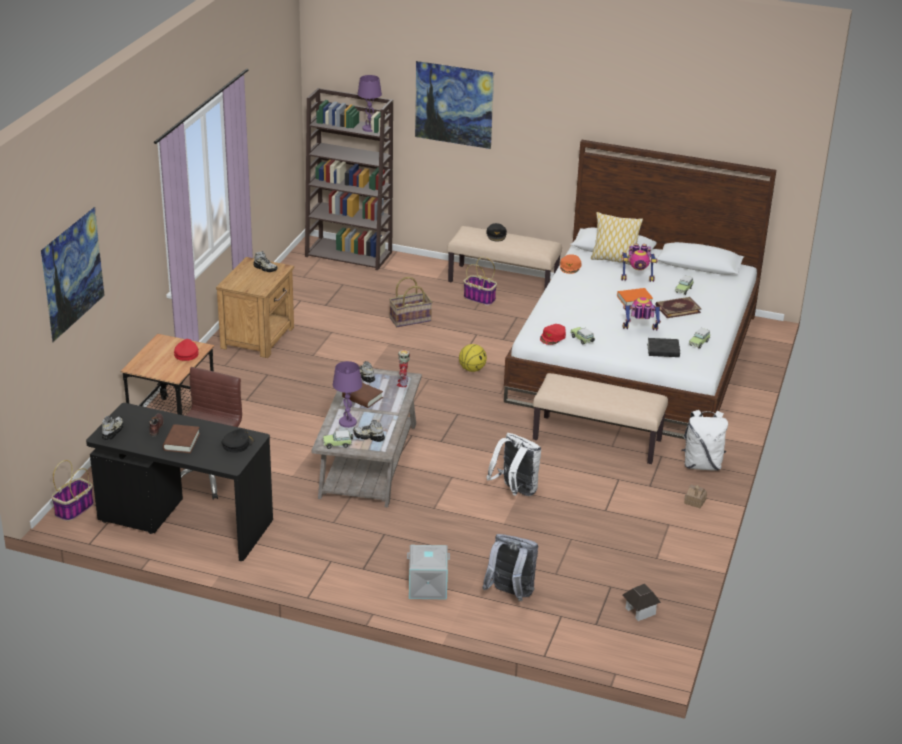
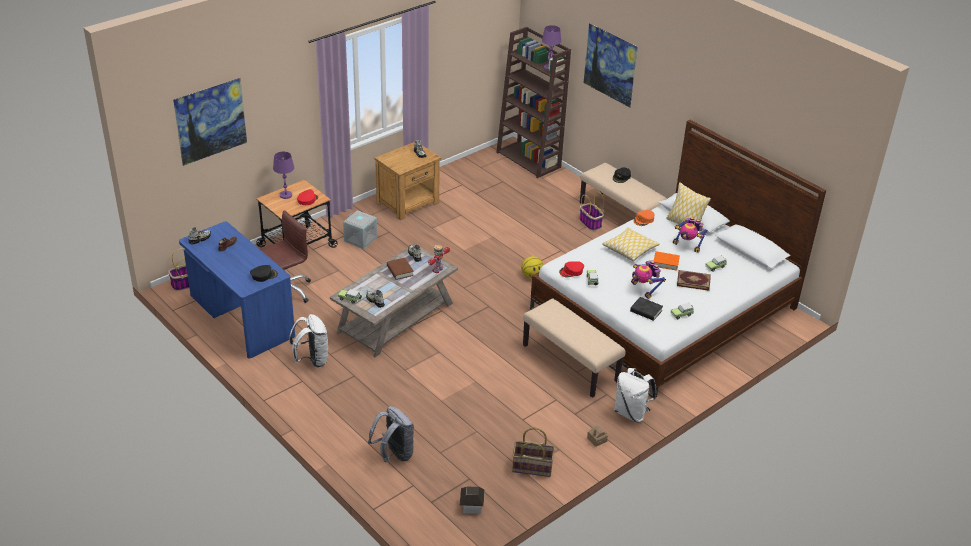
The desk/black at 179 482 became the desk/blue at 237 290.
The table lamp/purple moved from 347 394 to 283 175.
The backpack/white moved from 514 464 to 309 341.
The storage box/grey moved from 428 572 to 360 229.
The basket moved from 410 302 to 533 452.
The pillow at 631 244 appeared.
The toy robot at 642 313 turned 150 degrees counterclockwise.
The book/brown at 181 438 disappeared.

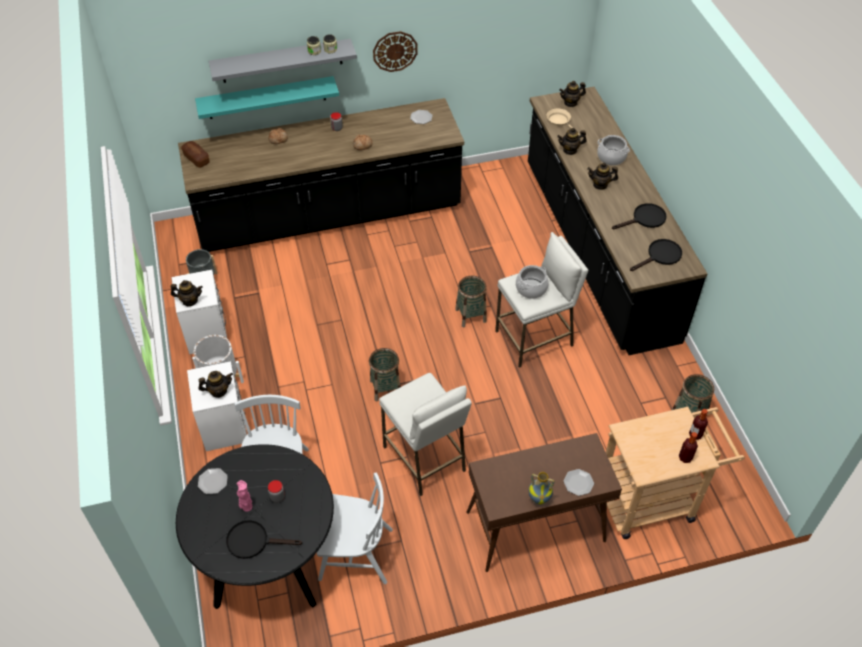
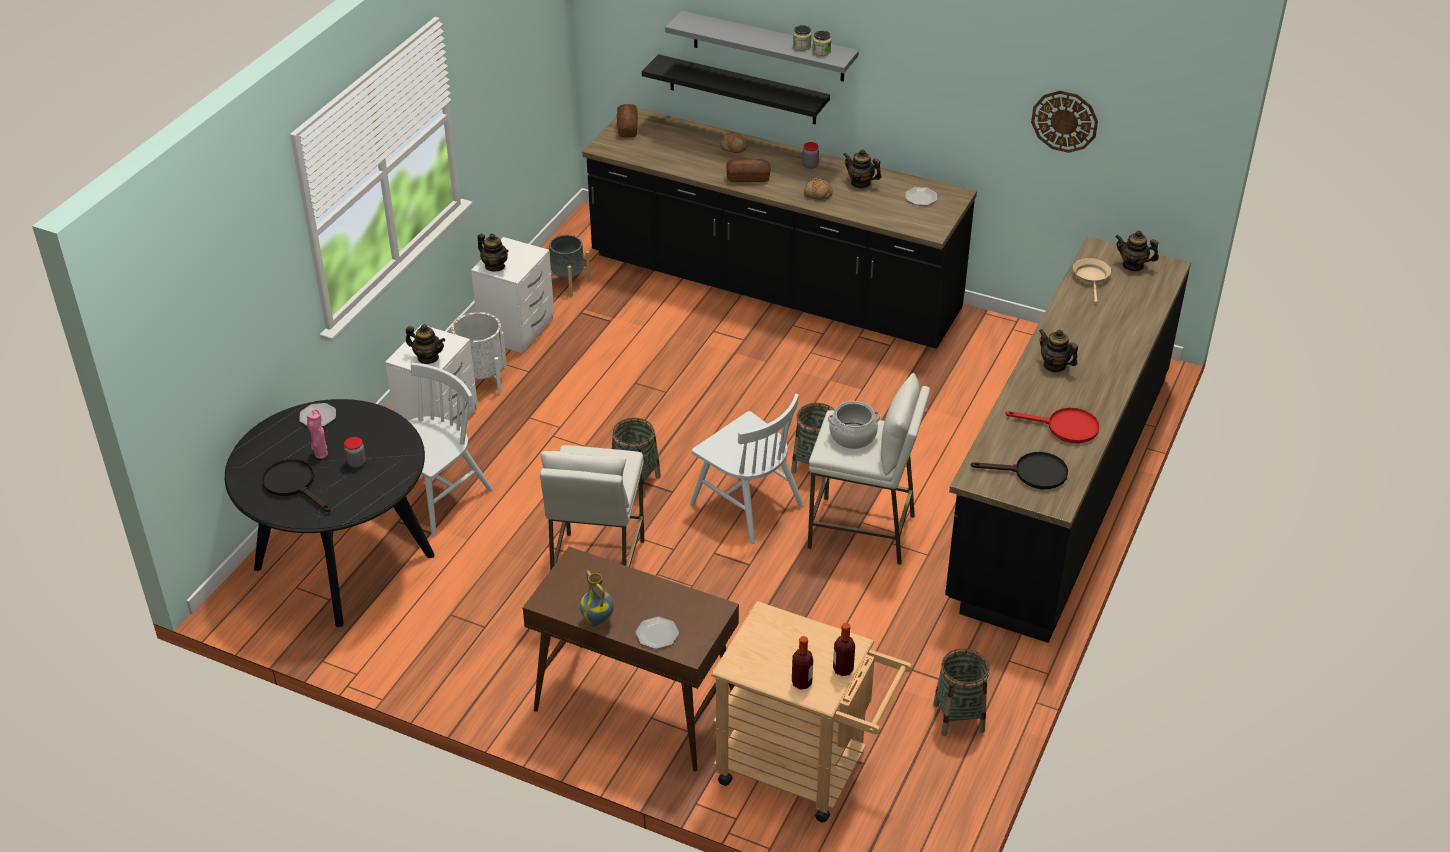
The shelf/turquoise at 267 97 became the shelf/black at 736 89.
The chair/white moved from 355 528 to 747 469.
The bread at 748 170 appeared.
The teapot moved from 572 141 to 862 168.
The frying pan/black at 639 216 became the frying pan/red at 1052 425.
The wall clock moved from 395 51 to 1064 122.
The cooking pot at 613 150 disappeared.

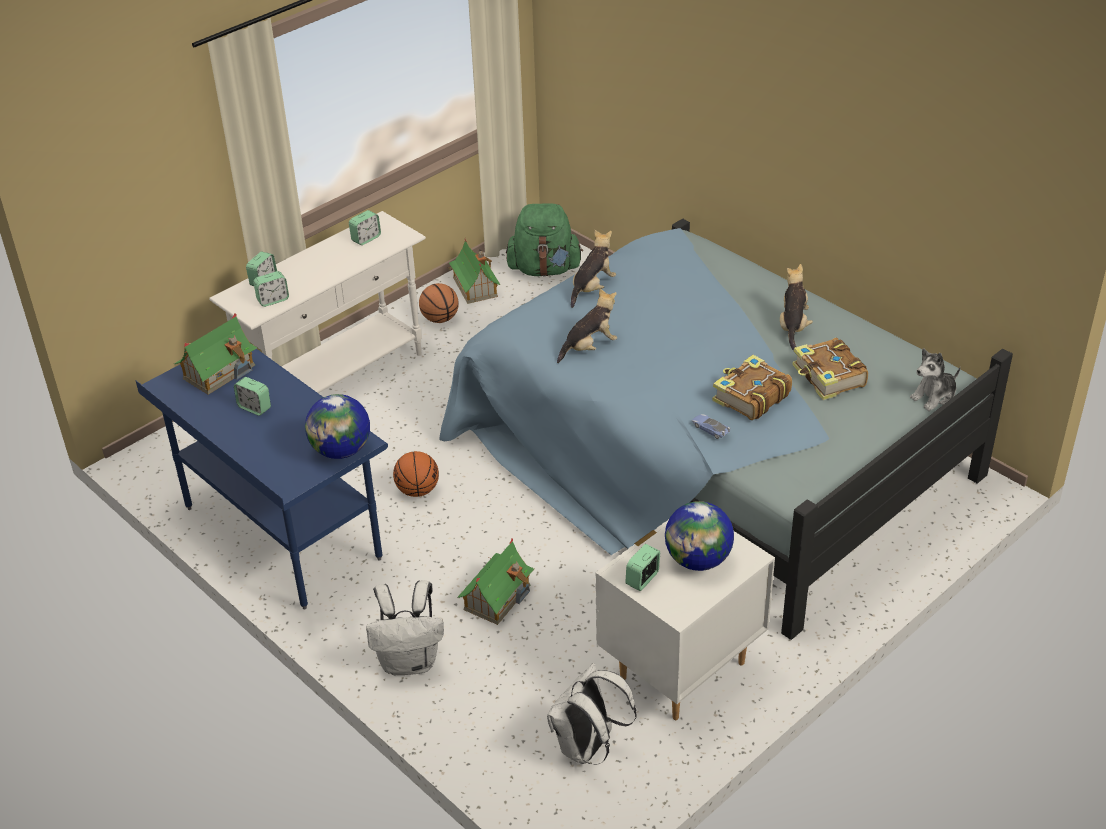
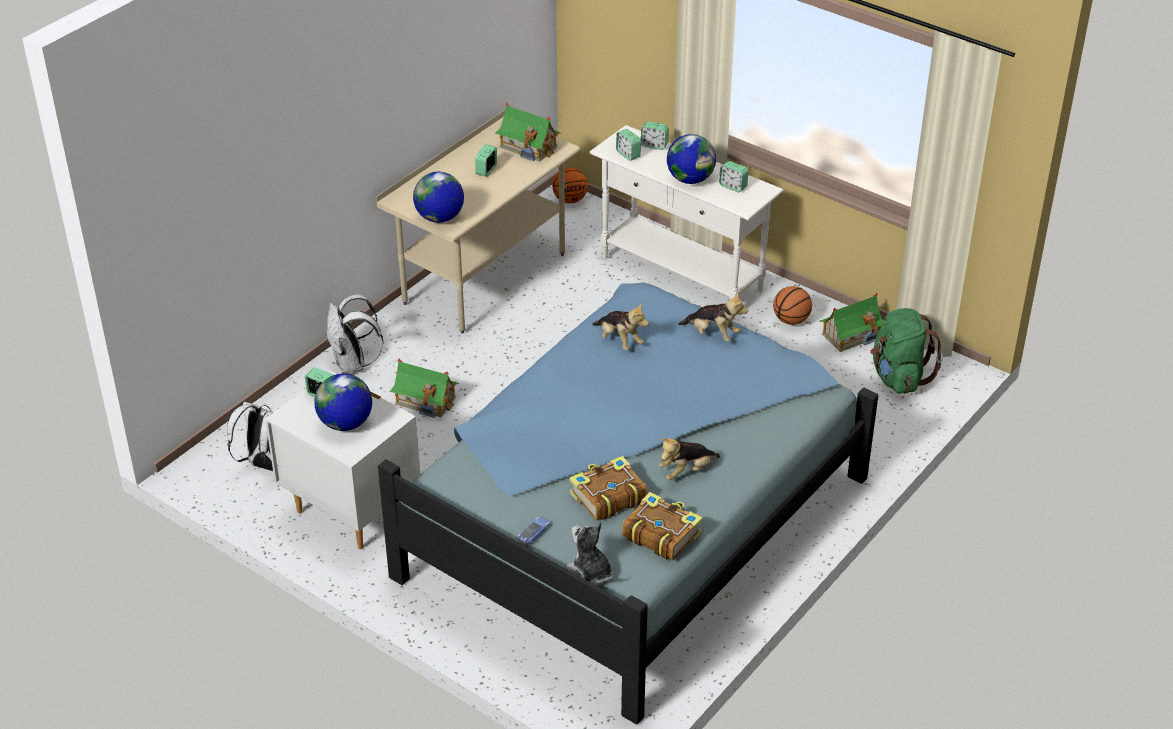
The desk/blue at 262 479 became the desk/beige at 478 221.
The toy car moved from 711 426 to 534 530.
The basketball moved from 416 474 to 570 185.
The book moved from 752 387 to 662 526.
The plush toy at 796 307 turned 150 degrees clockwise.
The globe at 691 159 appeared.

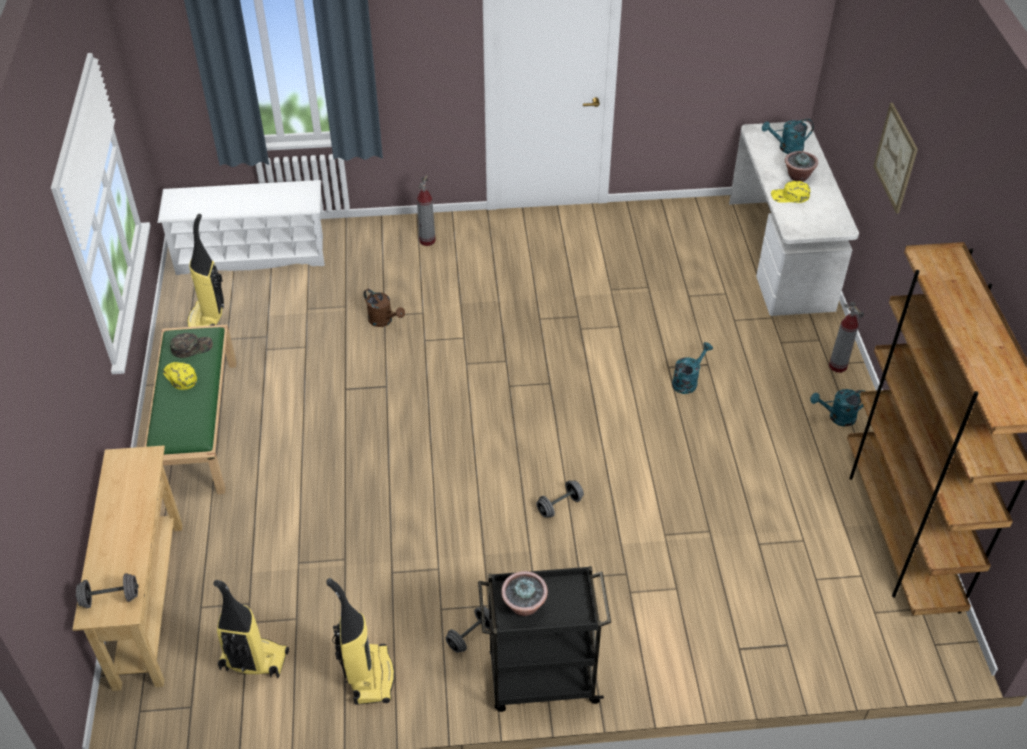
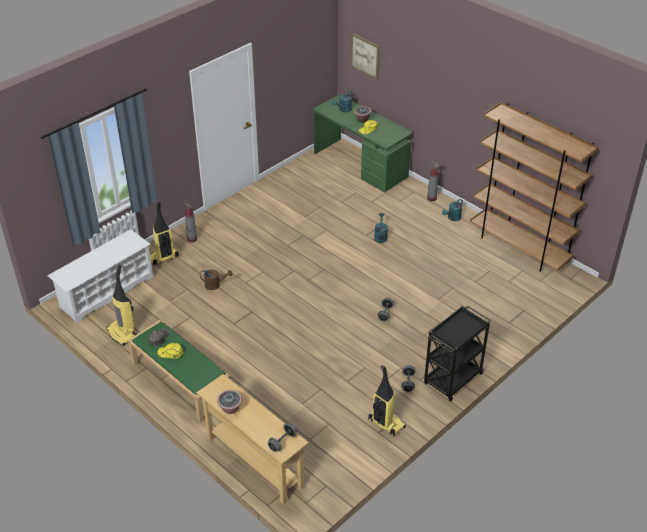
The vacuum cleaner moved from 251 629 to 164 233.
The potted plant moved from 524 593 to 229 402.
The desk/white at 794 218 became the desk/green at 363 143.
The picture moved from 895 158 to 365 56.

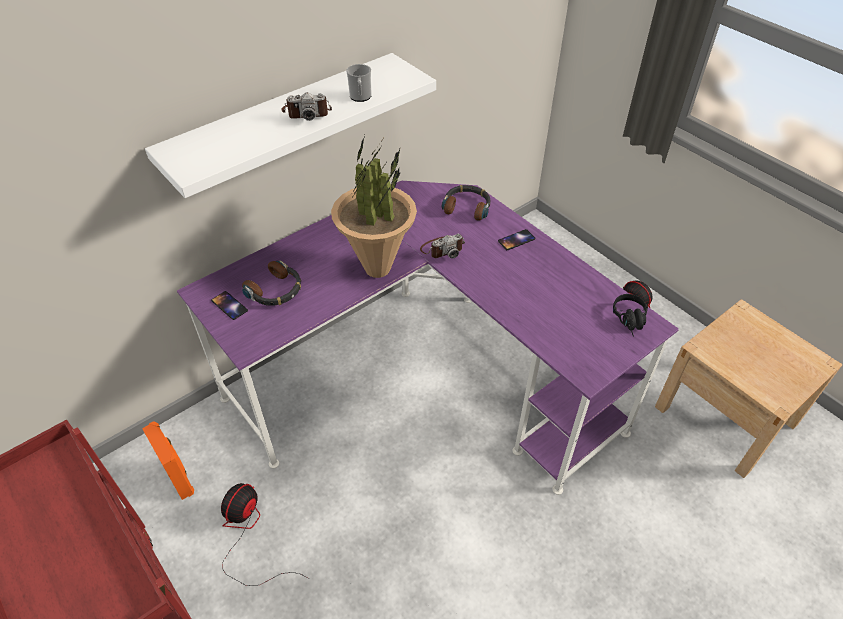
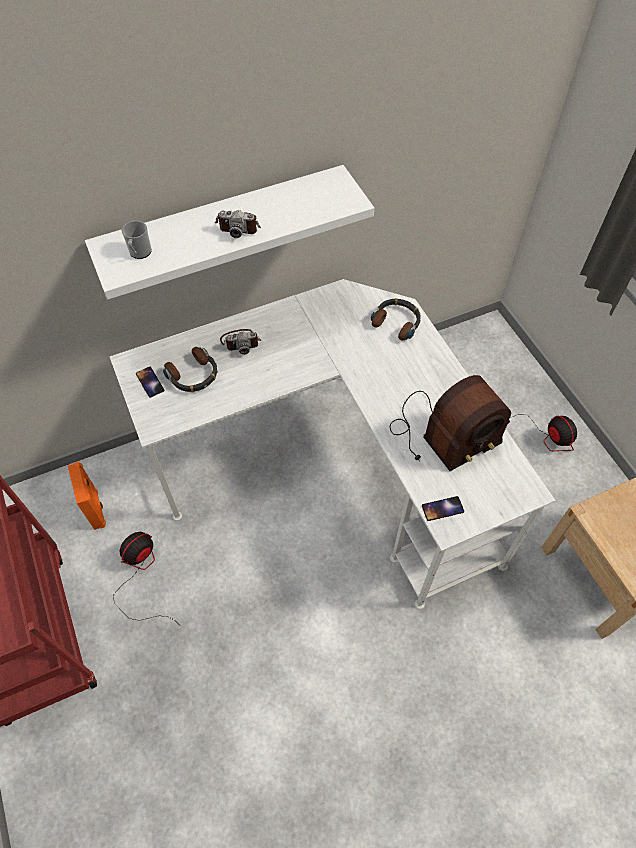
The desk/purple at 428 338 became the desk/white at 332 444.
The mug moved from 359 83 to 137 240.
The photo camera moved from 442 246 to 240 342.
The radio at 450 423 appeared.
The phone moved from 516 239 to 443 508.
The potted plant at 374 206 disappeared.
The headphones/black at 630 315 disappeared.

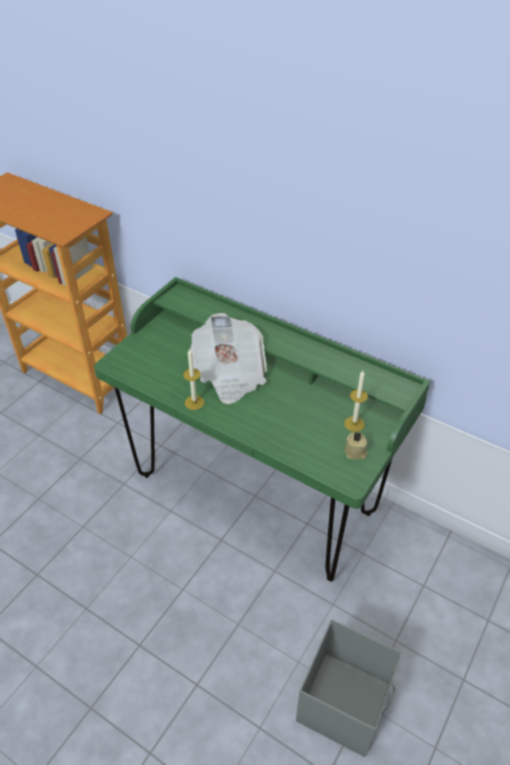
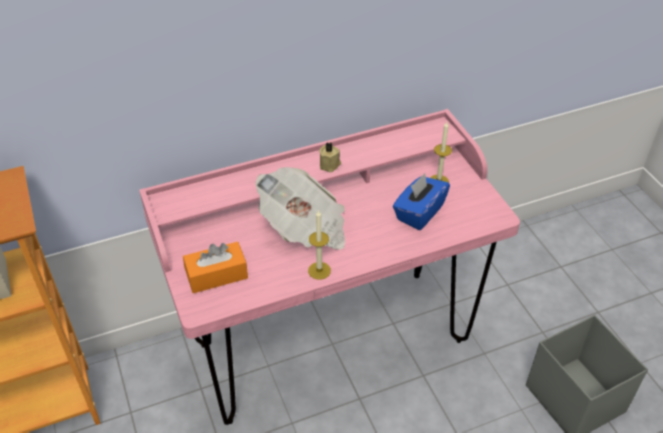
The desk/green at 262 429 became the desk/pink at 329 267.
The tissue box/orange at 215 267 appeared.
The candle/beige moved from 355 445 to 330 157.
The tissue box/blue at 421 201 appeared.

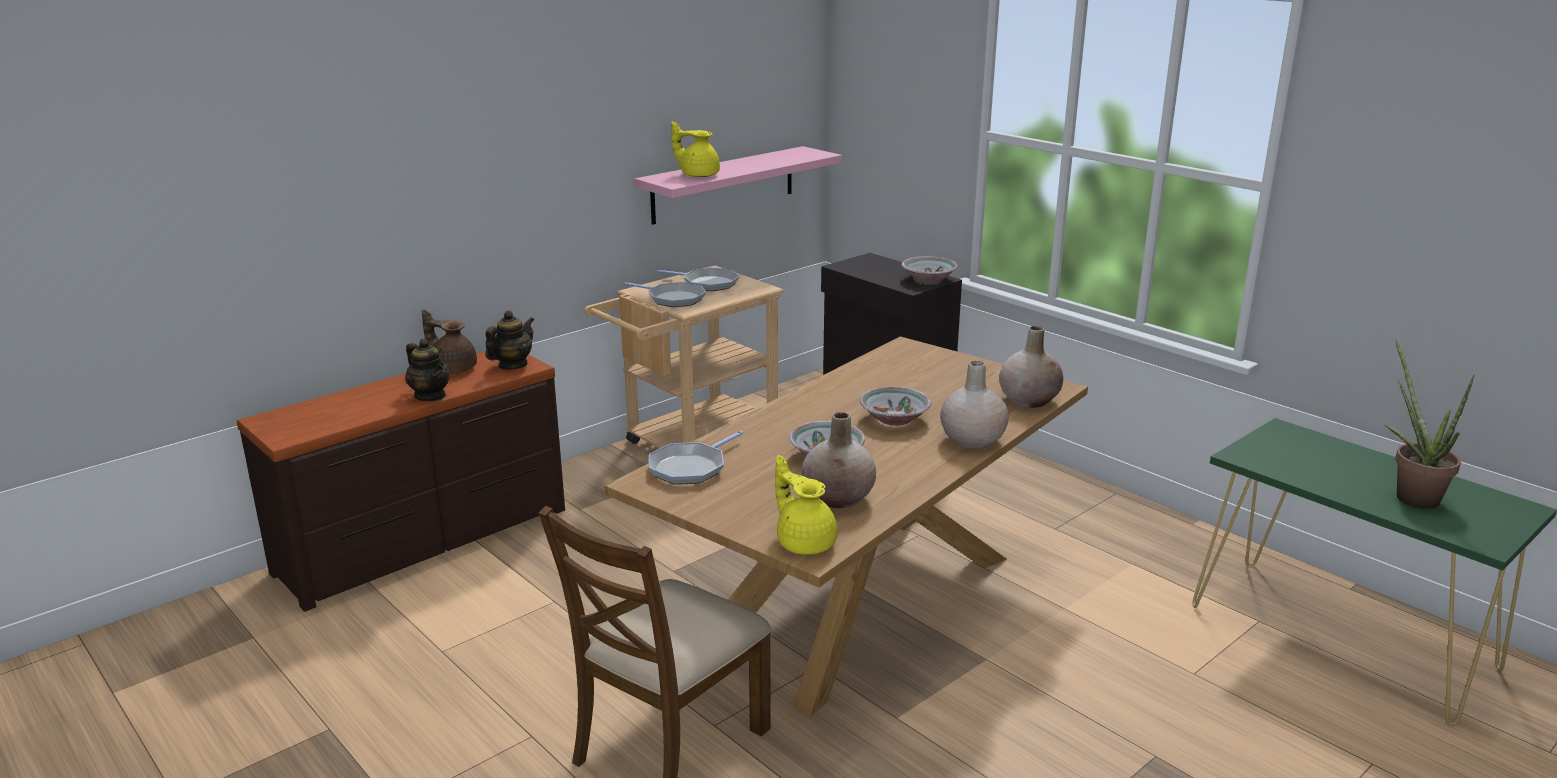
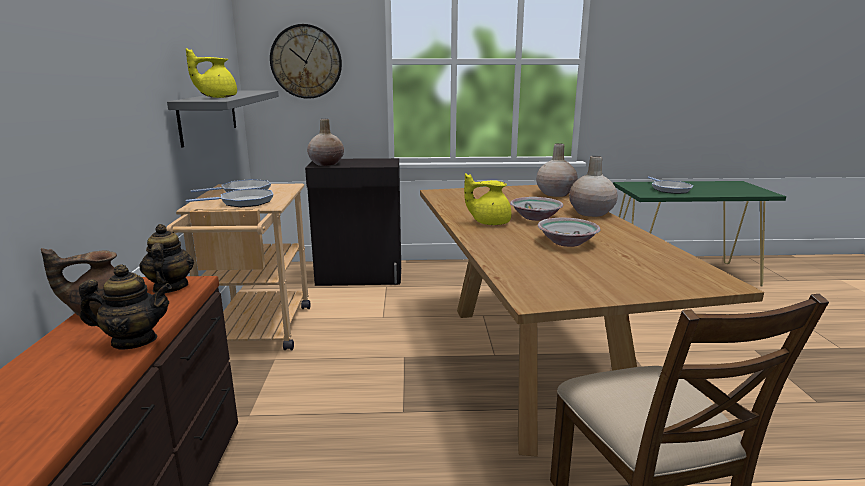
The shelf/pink at 738 185 became the shelf/grey at 223 119.
The wall clock at 306 61 appeared.
The vase/beige moved from 839 460 to 325 142.
The teapot/yellow moved from 806 504 to 487 199.
The frying pan moved from 696 458 to 670 185.
The bowl at 929 270 disappeared.
The potted plant at 1430 424 disappeared.

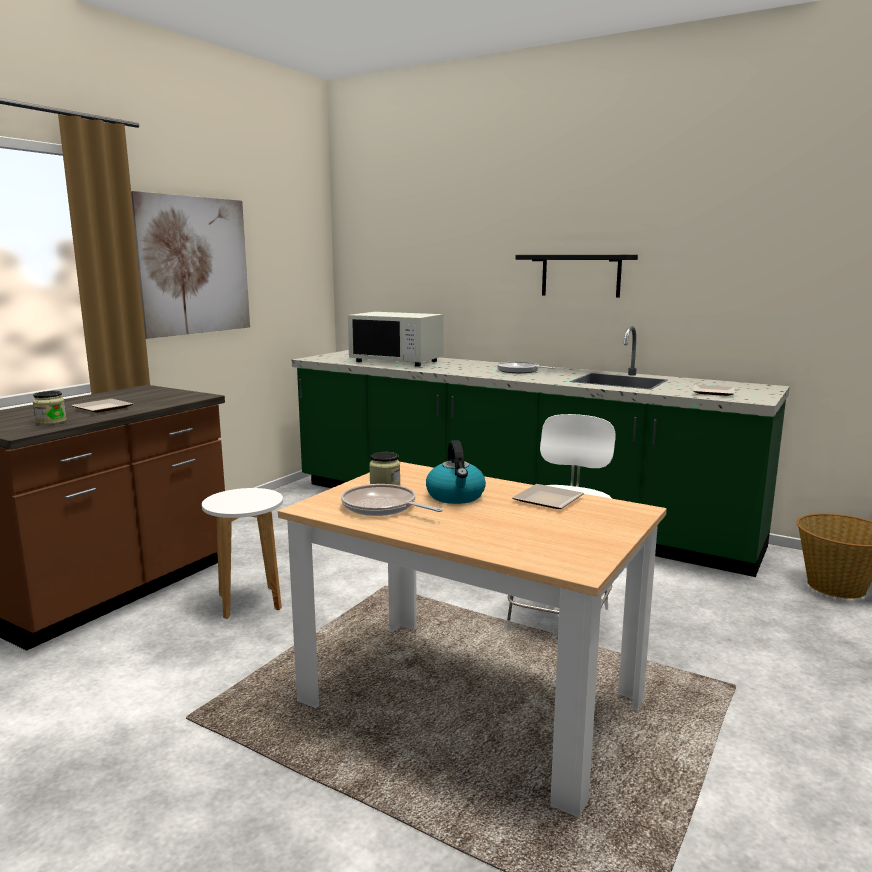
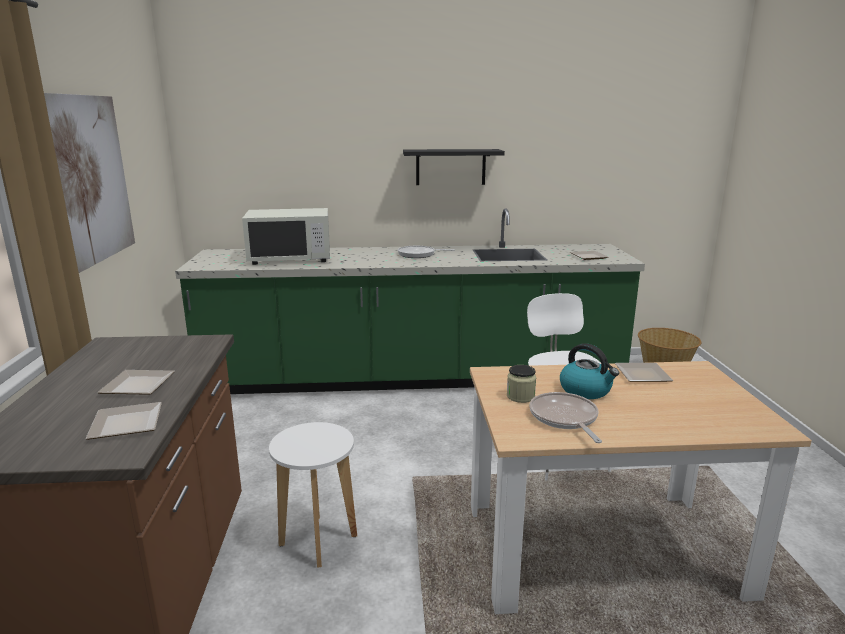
The jar at 50 408 was replaced by the plate at 123 421.
The frying pan at 392 500 turned 75 degrees clockwise.

